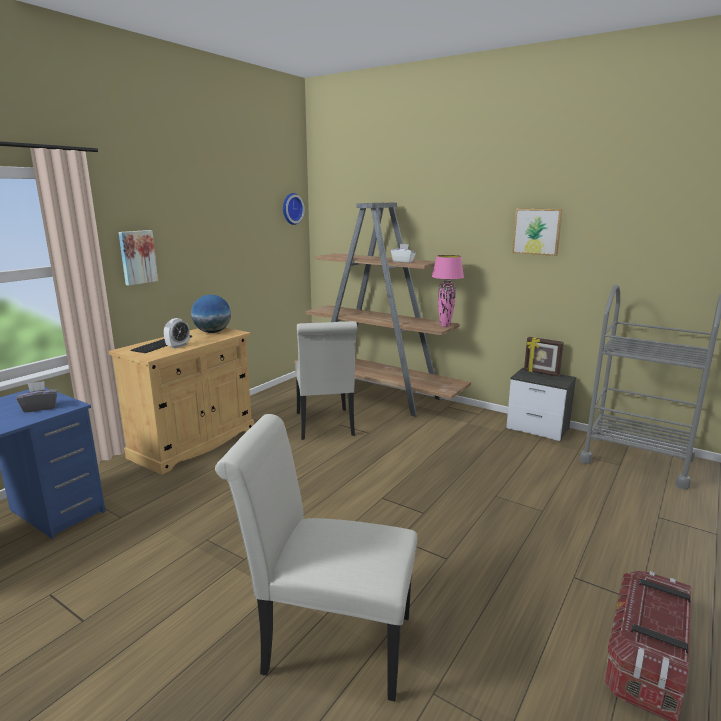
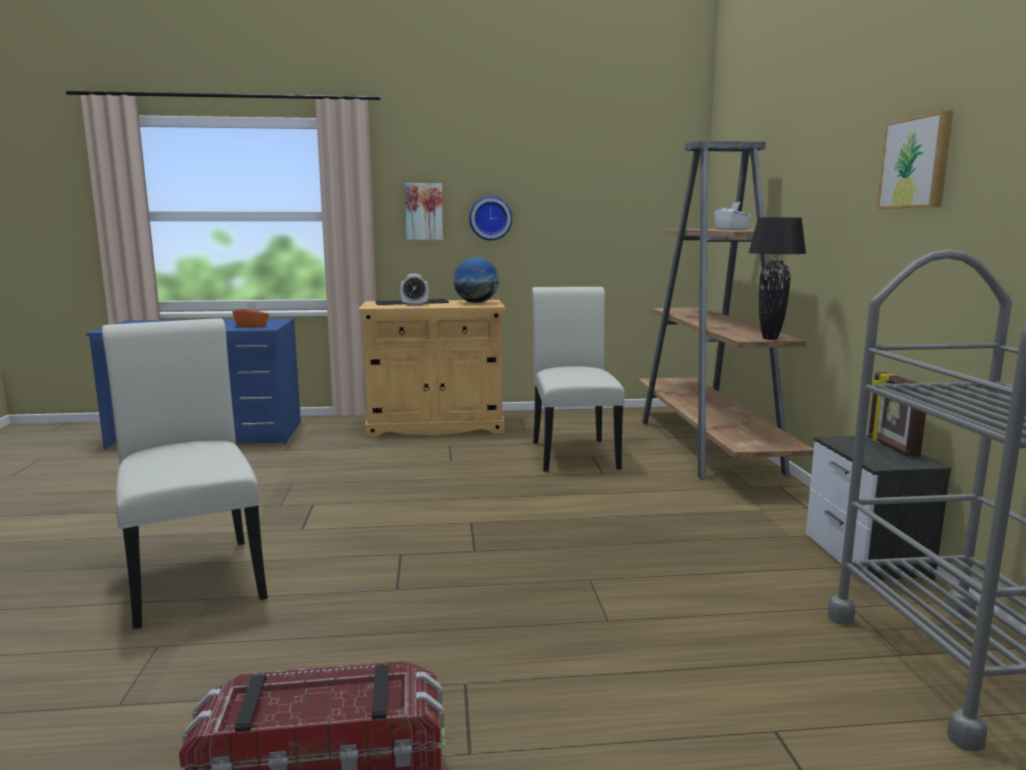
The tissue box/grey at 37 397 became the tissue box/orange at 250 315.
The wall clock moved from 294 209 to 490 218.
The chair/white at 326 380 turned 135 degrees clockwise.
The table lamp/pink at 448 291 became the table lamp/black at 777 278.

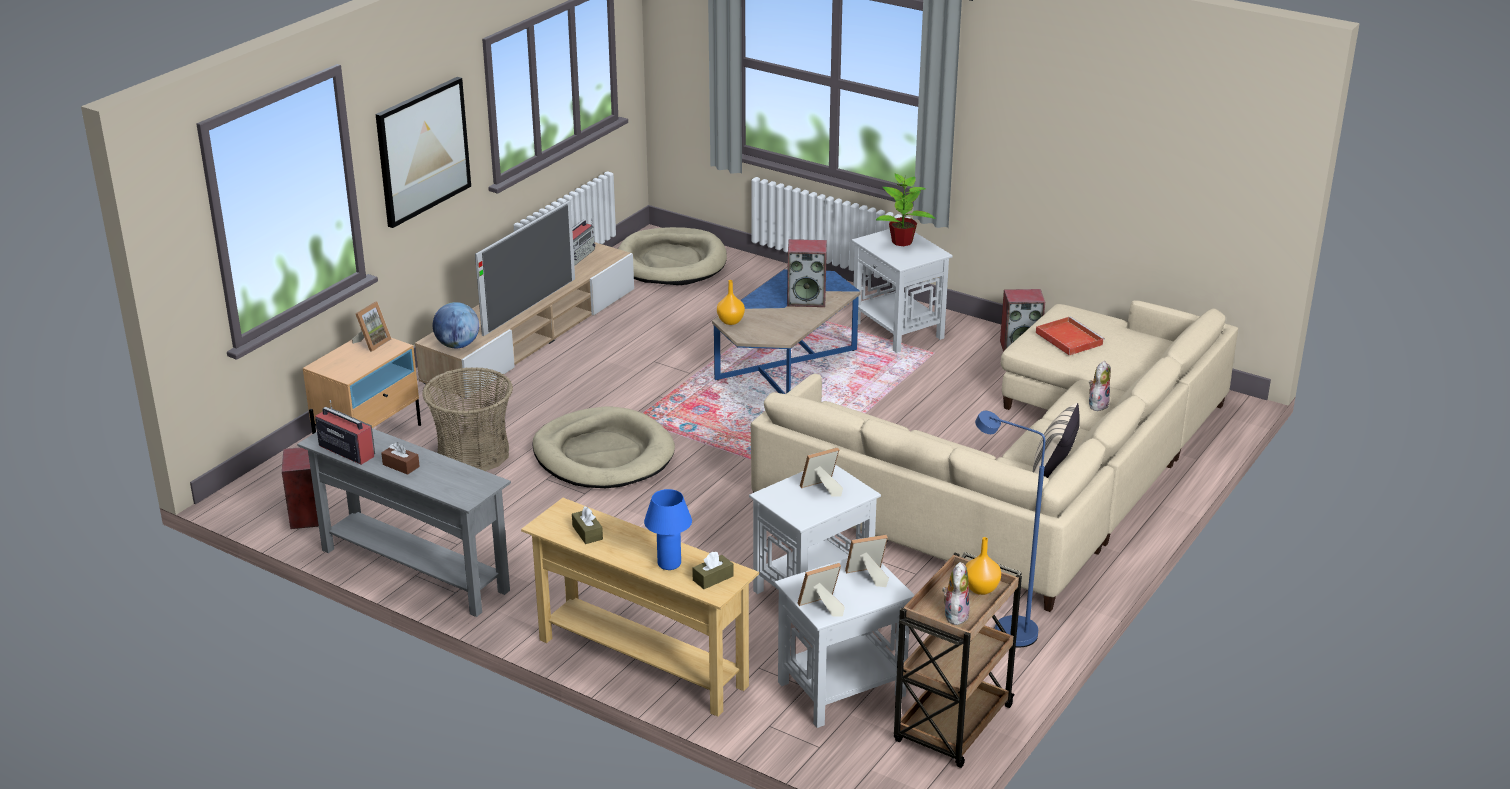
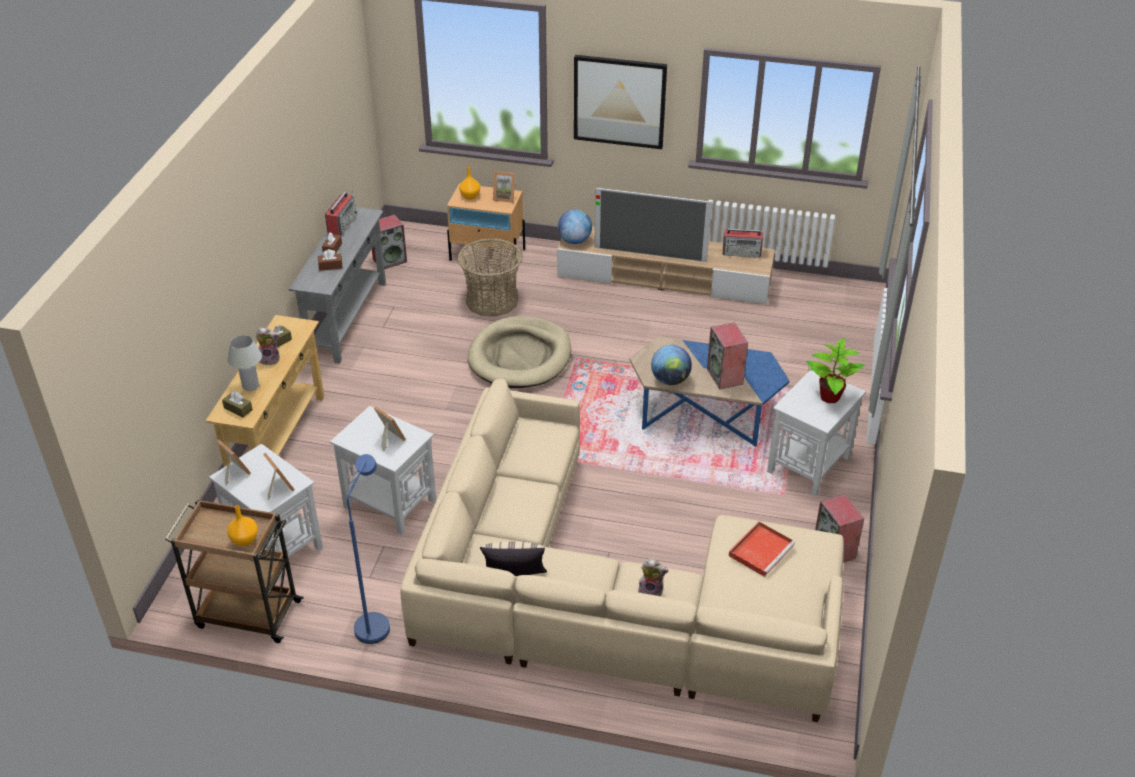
The table lamp/blue at 668 529 became the table lamp/white at 244 363.
The plush toy moved from 956 593 to 268 346.
The tissue box/brown at 330 260 appeared.
The vase/orange moved from 731 302 to 469 183.
The globe at 671 365 appeared.
The dog bed/beige at 672 256 disappeared.

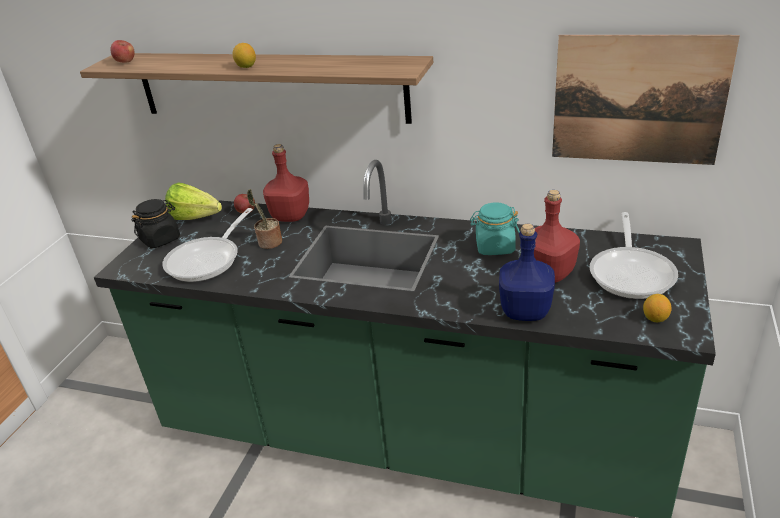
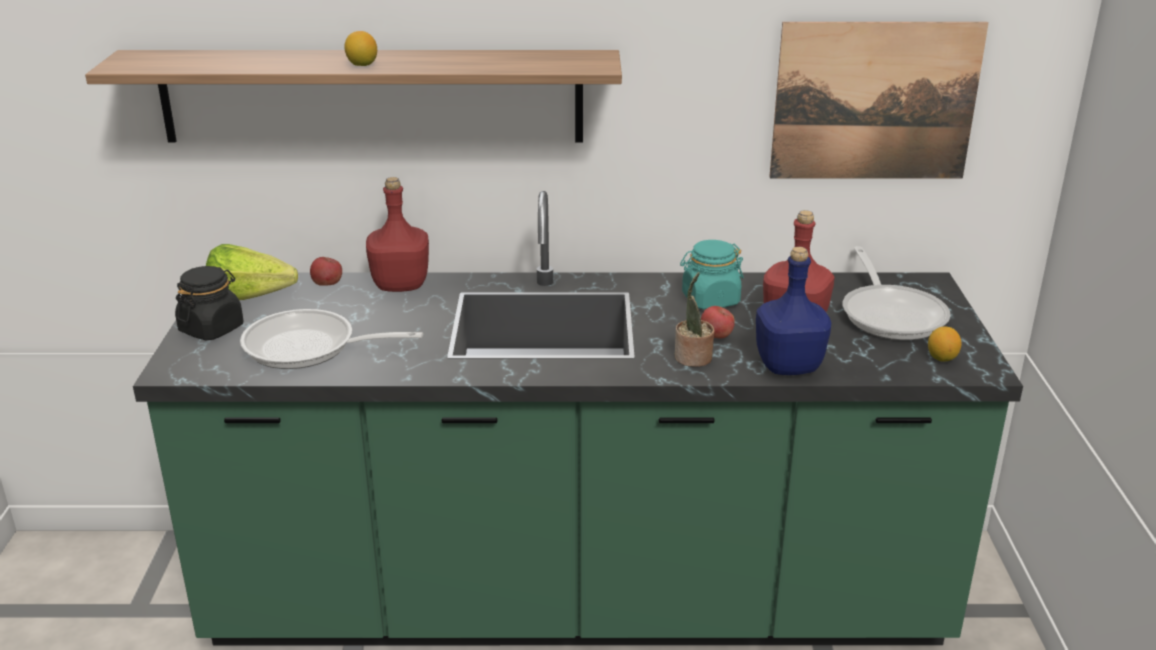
The frying pan at 207 245 turned 90 degrees clockwise.
The potted plant moved from 264 219 to 695 319.
The apple moved from 122 51 to 718 322.

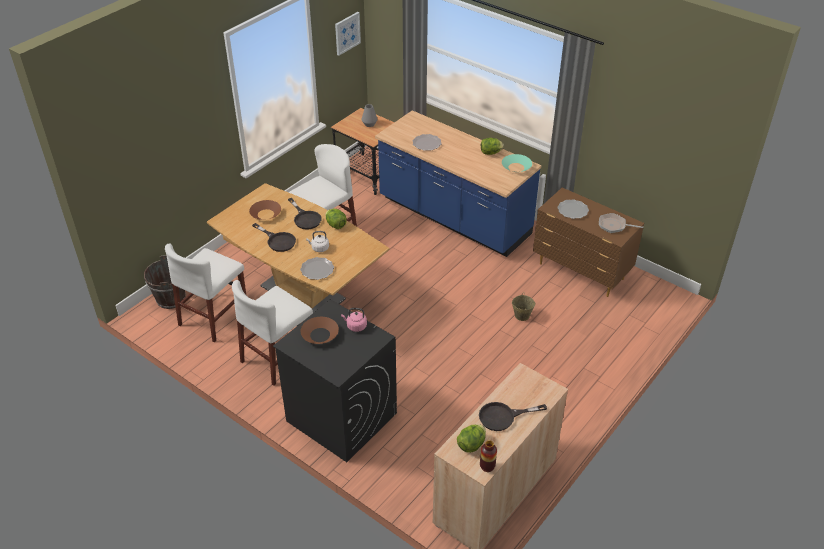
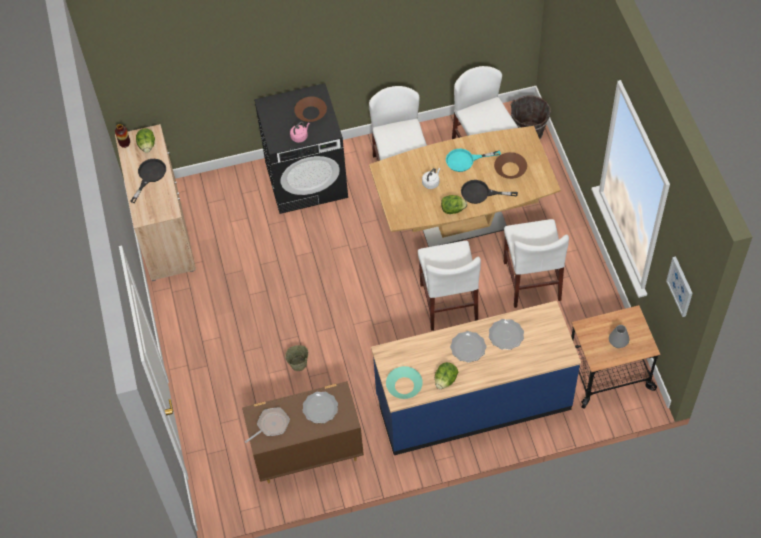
The chair/white at 449 286 appeared.
The frying pan/black at 274 237 became the frying pan/turquoise at 473 160.
The plate moved from 317 268 to 468 347.

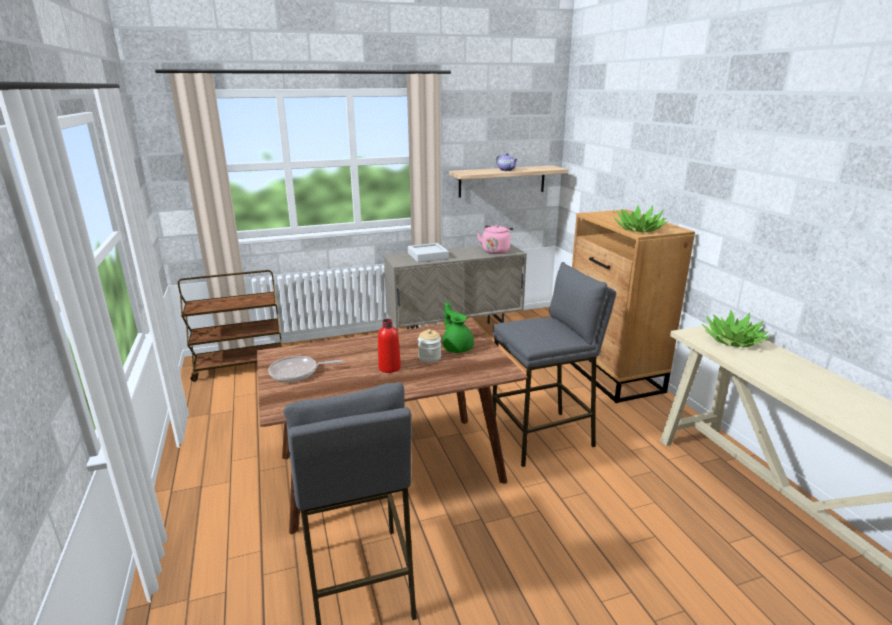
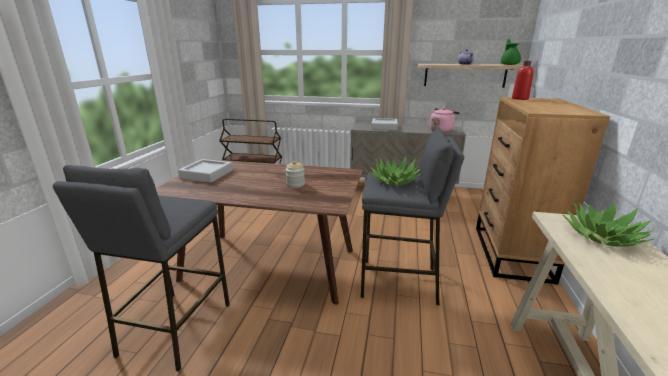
The frying pan at 305 369 was replaced by the tray/grey at 205 171.
The potted plant moved from 641 218 to 395 170.
The teapot/green moved from 458 327 to 511 52.
The bottle/red moved from 389 346 to 522 80.

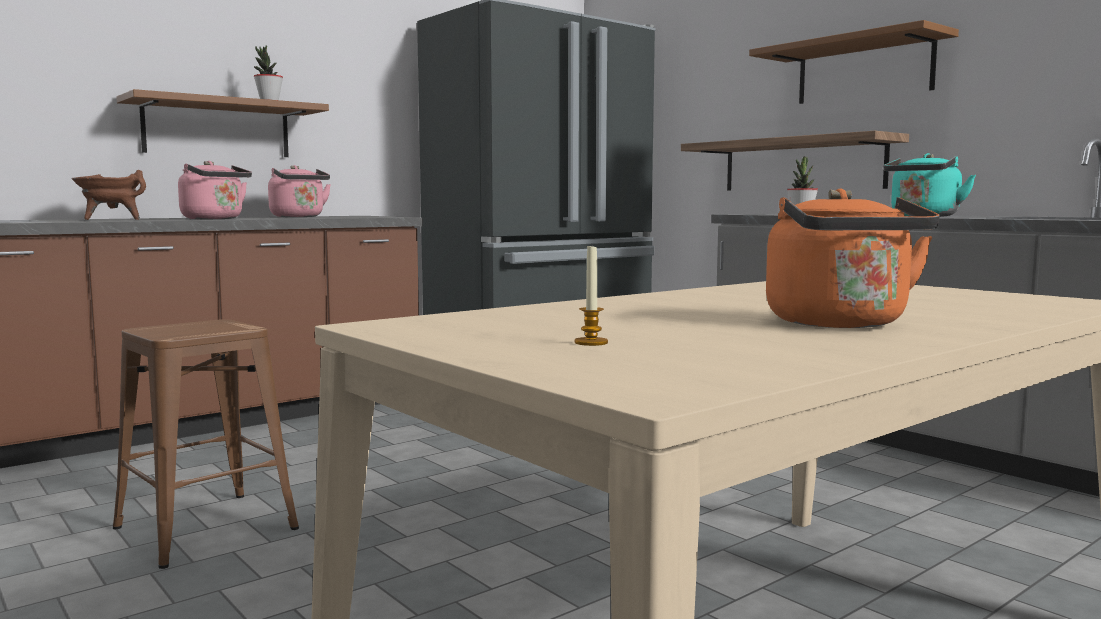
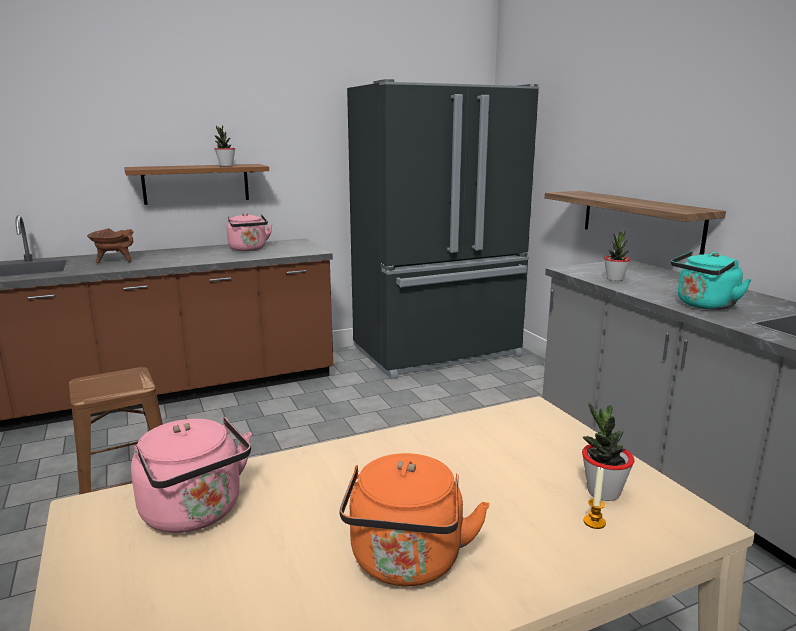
The kettle/pink moved from 215 190 to 191 475.
The potted plant at 608 451 appeared.
The candle moved from 591 296 to 594 498.
The shelf/brown at 854 62 disappeared.

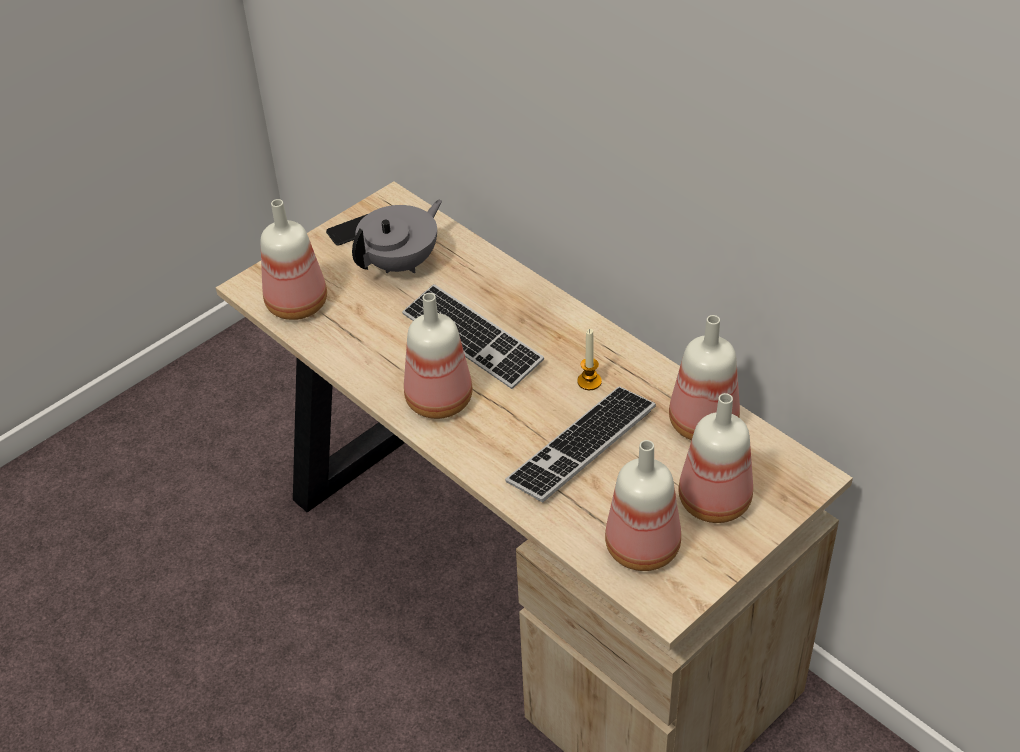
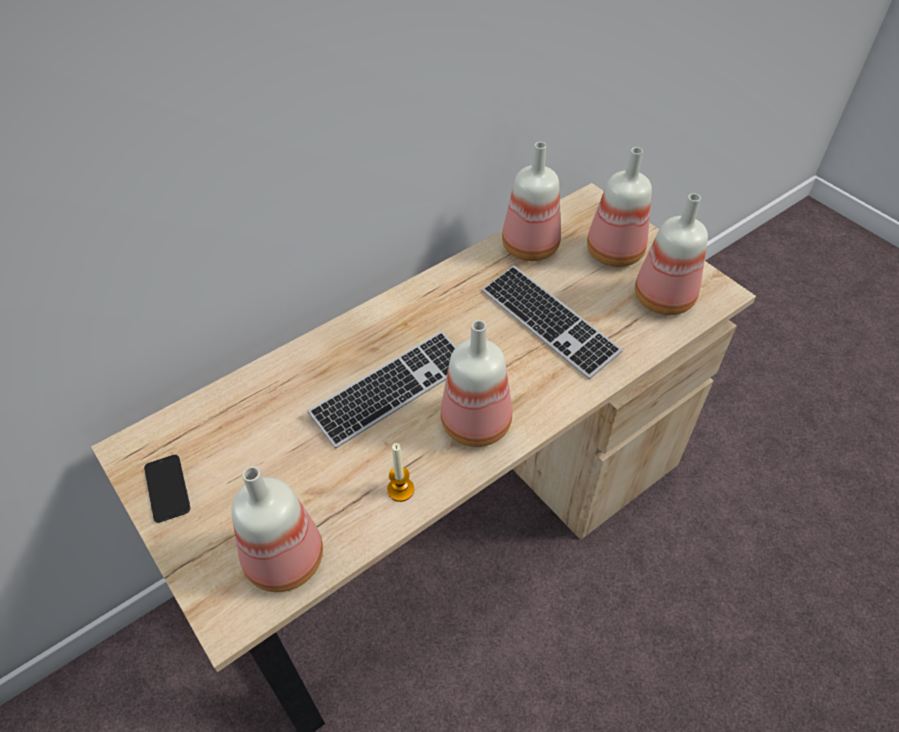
The candle moved from 589 359 to 400 472.
The teapot/grey at 397 236 disappeared.

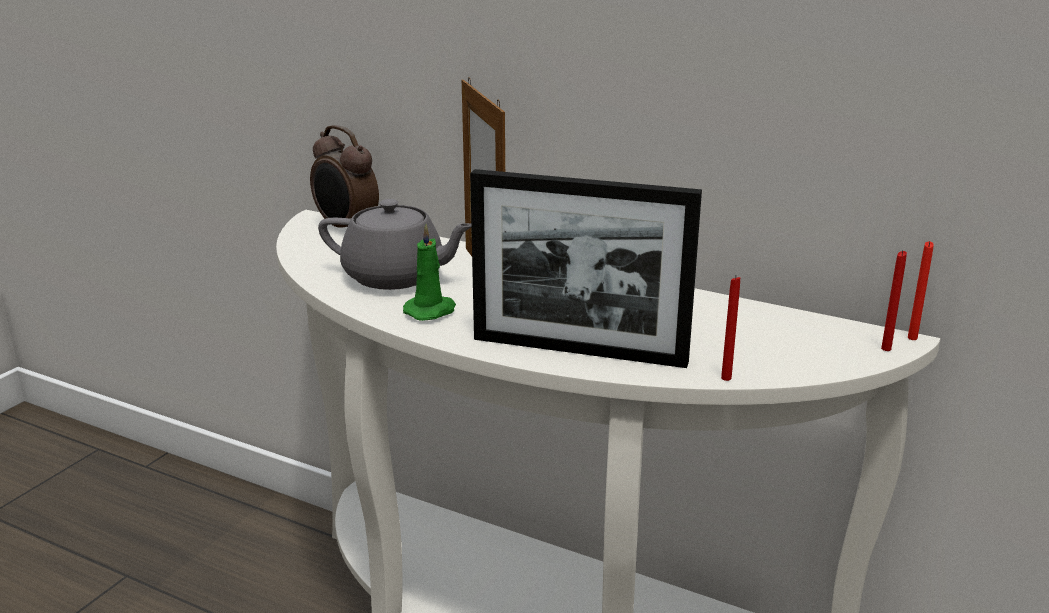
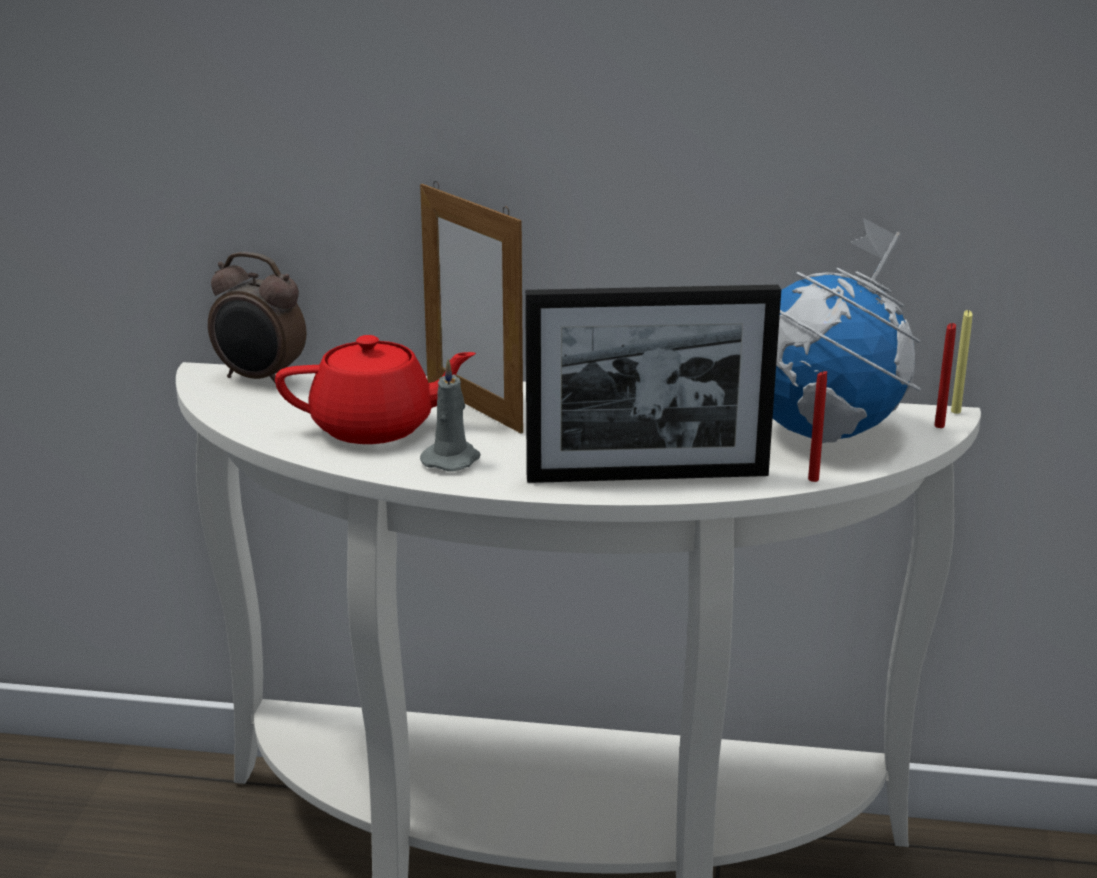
The teapot/grey at 394 244 became the teapot/red at 375 389.
The candle/green at 429 272 became the candle/grey at 450 415.
The globe at 847 330 appeared.
The candle/red at 921 290 became the candle/yellow at 962 362.

